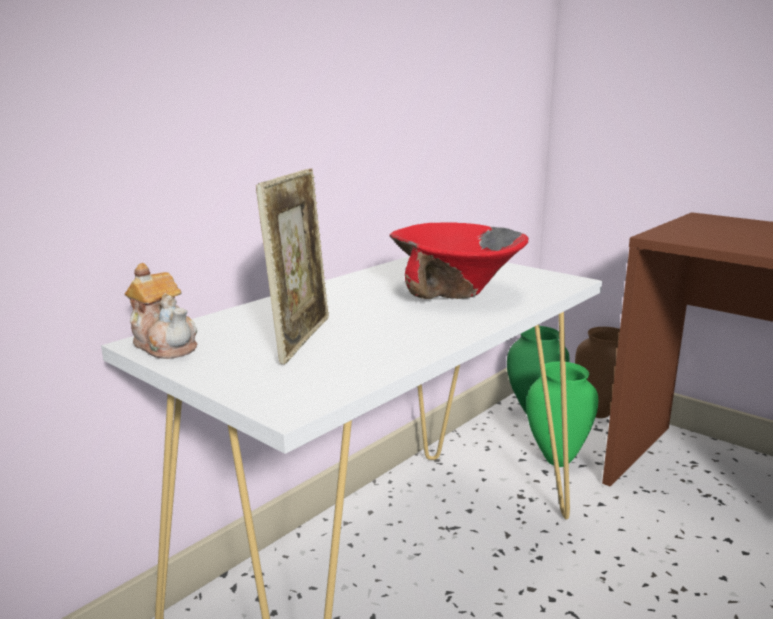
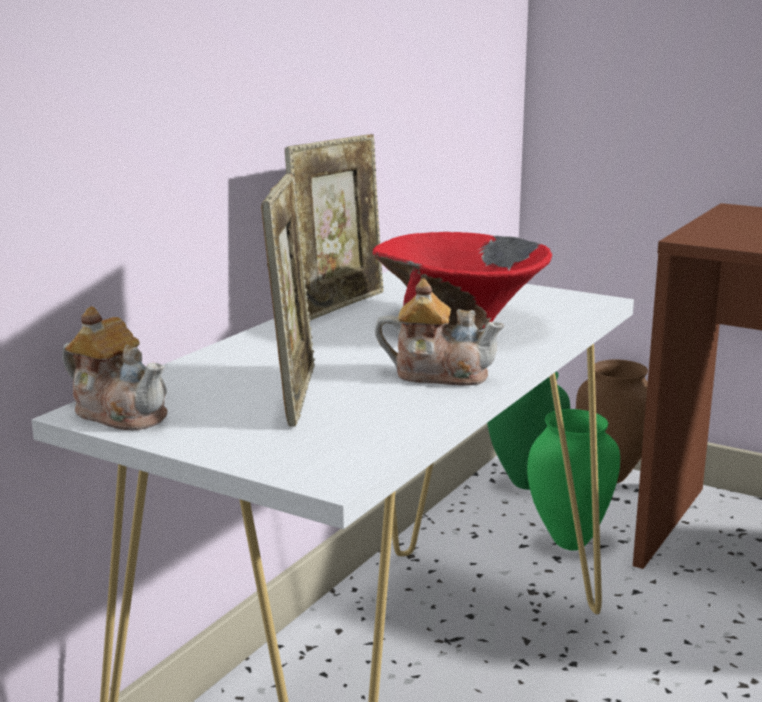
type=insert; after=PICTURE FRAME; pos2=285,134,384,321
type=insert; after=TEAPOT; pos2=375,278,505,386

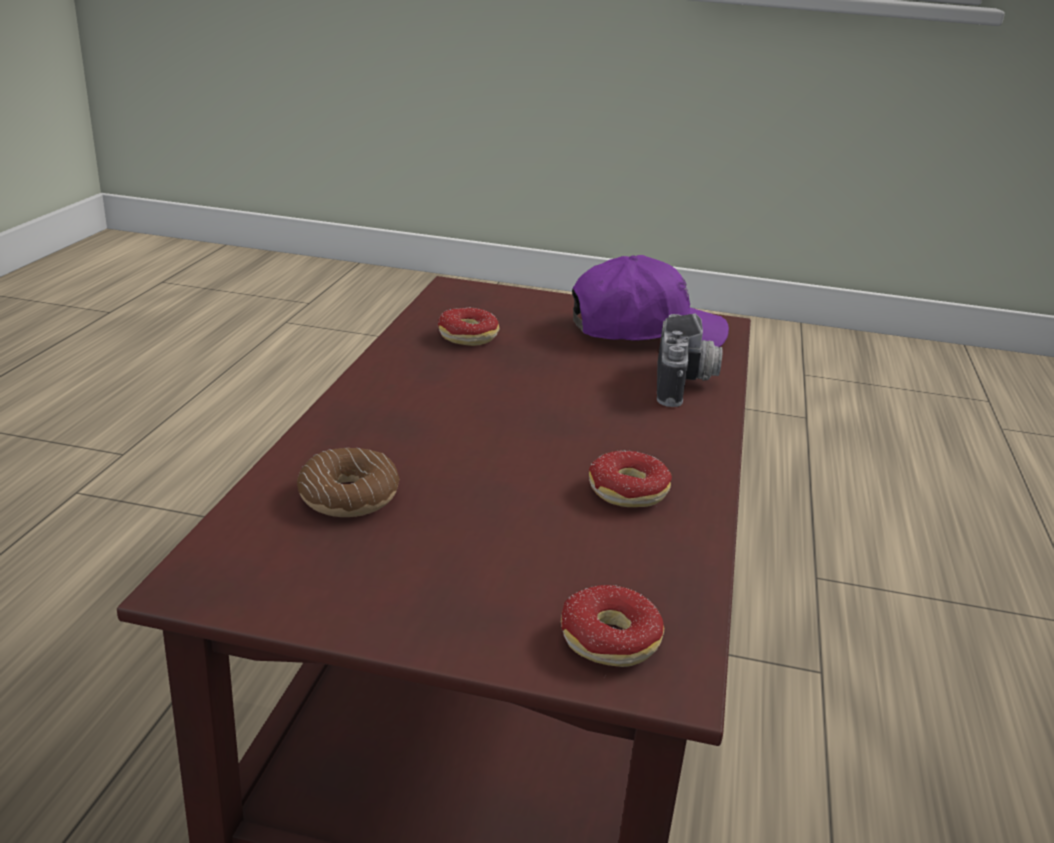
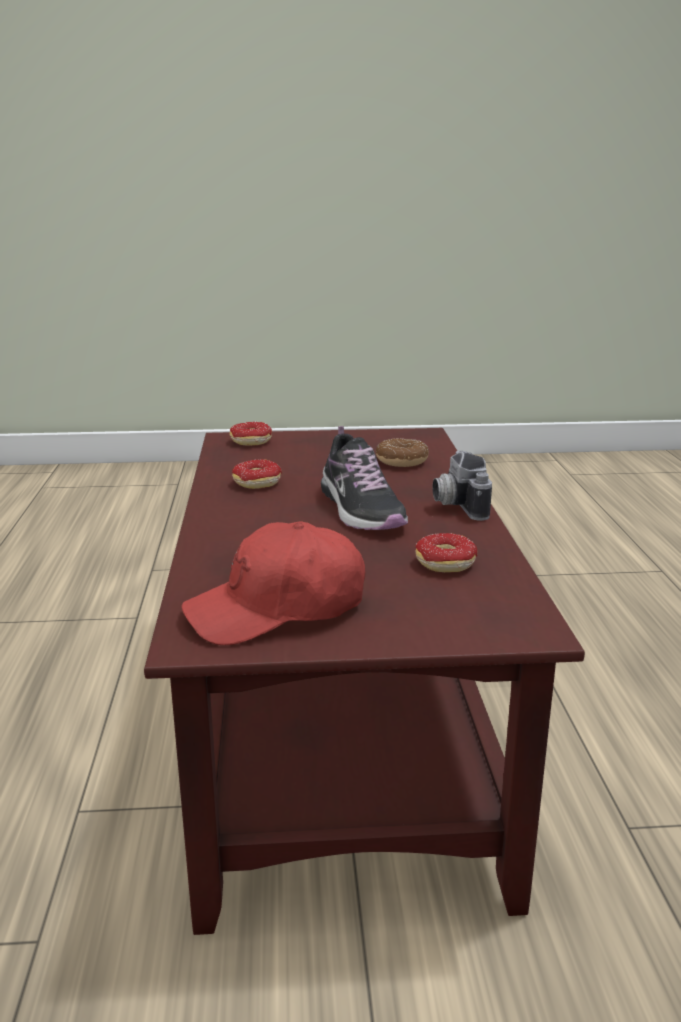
type=recolor; before=PURPLE CAP; after=RED CAP; pos1=572,255,729,347; pos2=181,522,365,645
type=move; before=PHOTO CAMERA; pos1=657,313,722,407; pos2=433,451,492,521
type=insert; after=SHOE; pos2=321,426,408,530

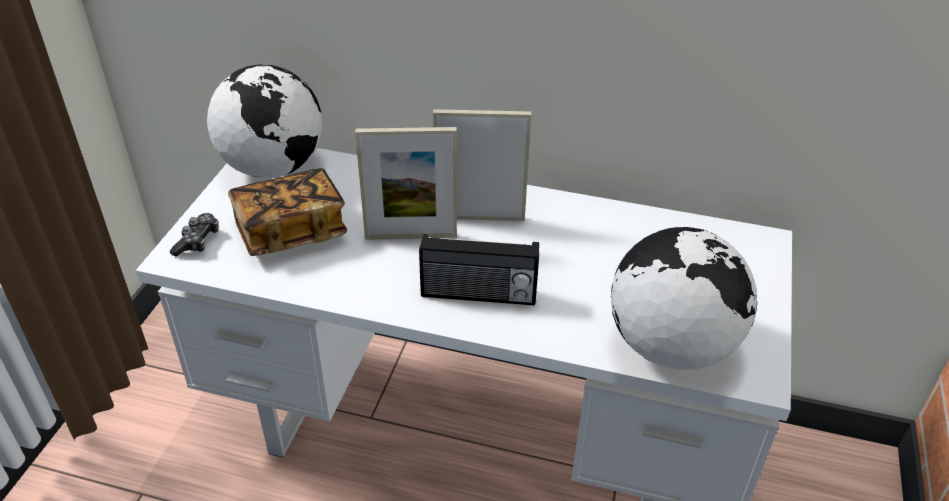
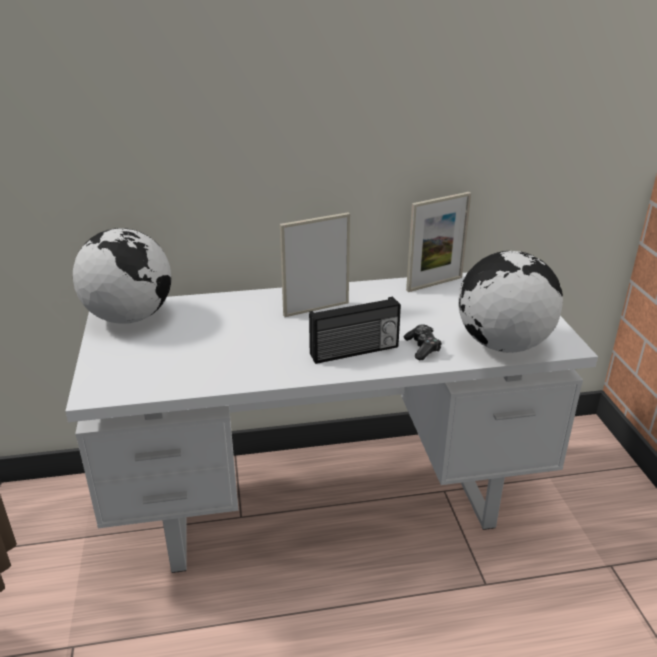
type=move; before=PICTURE FRAME; pos1=355,127,457,240; pos2=406,192,471,292
type=delete; before=BOOK; pos1=228,168,347,256
type=move; before=GAME CONTROLLER; pos1=170,213,219,257; pos2=404,324,442,360

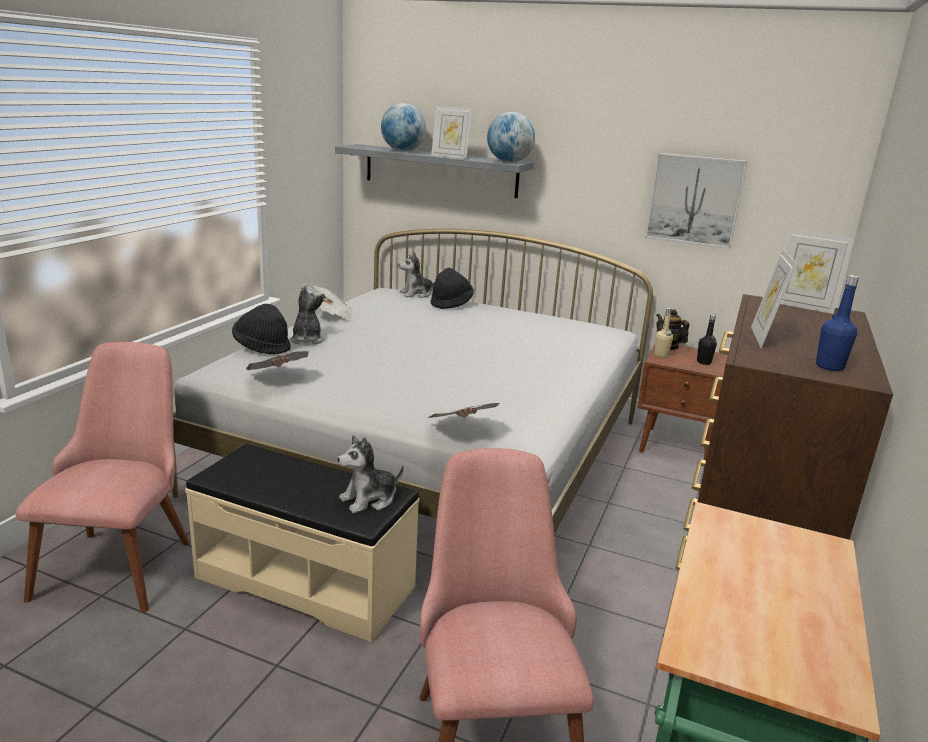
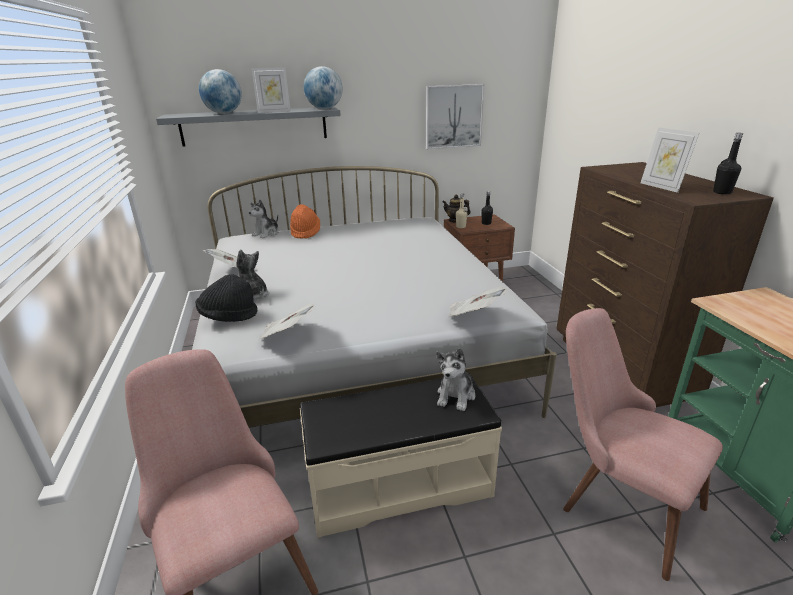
type=delete; before=PICTURE FRAME; pos1=780,229,854,314
type=recolor; before=BLACK HAT; after=ORANGE HAT; pos1=431,268,474,309; pos2=290,204,320,239
type=recolor; before=BLUE BOTTLE; after=BLACK BOTTLE; pos1=816,275,859,371; pos2=713,133,743,195

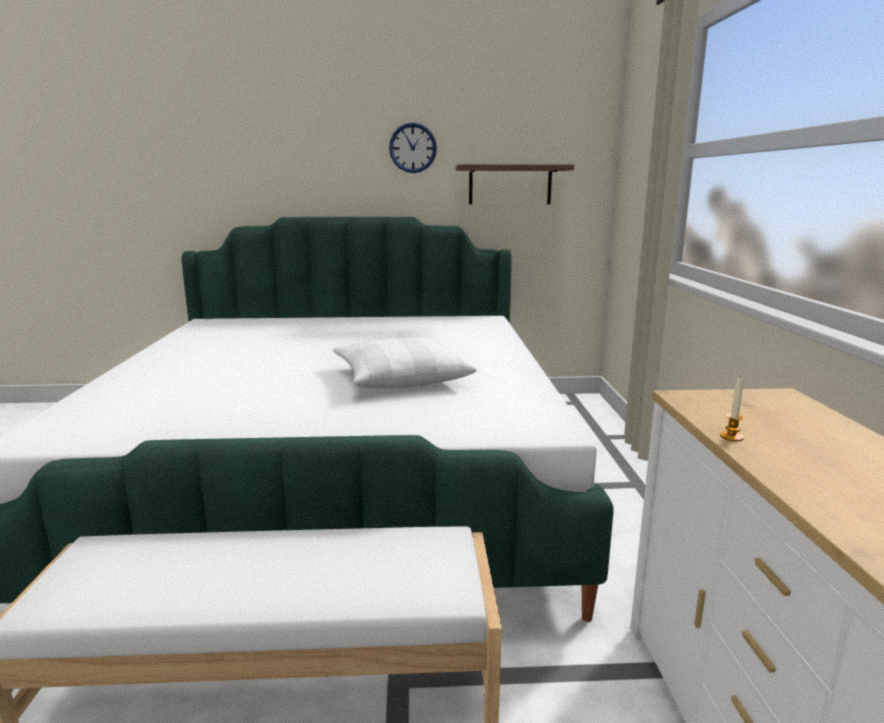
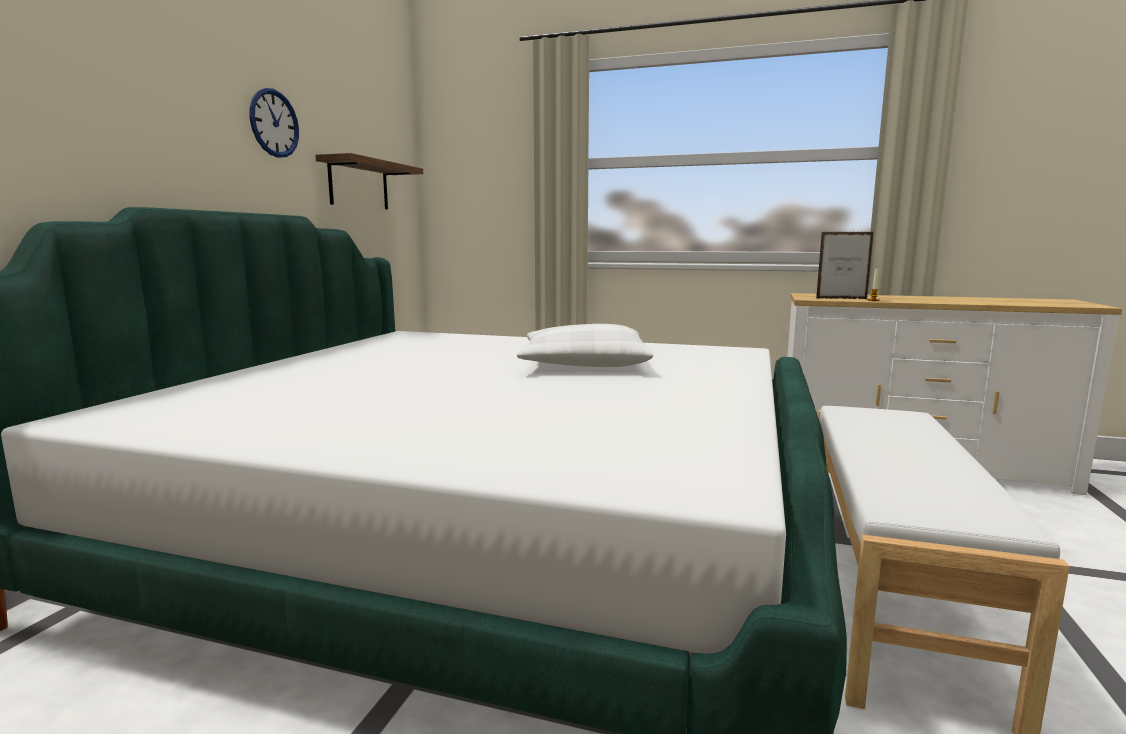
type=insert; after=PICTURE FRAME; pos2=816,232,874,299

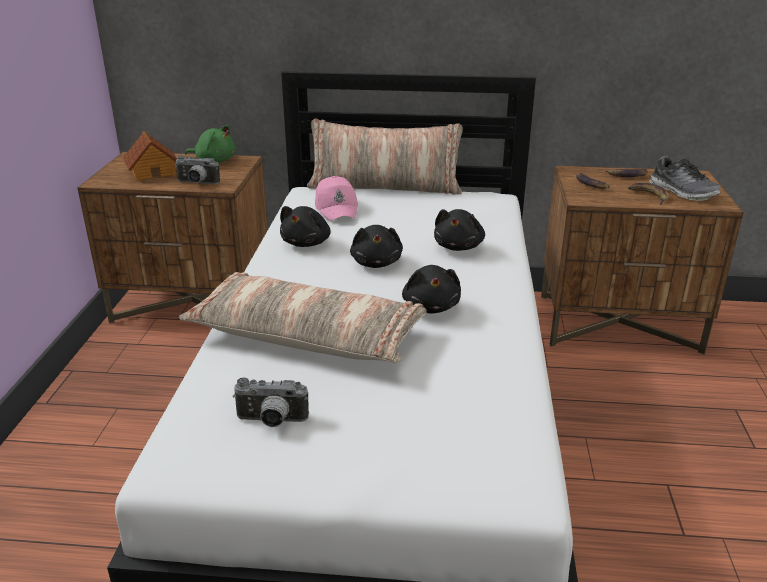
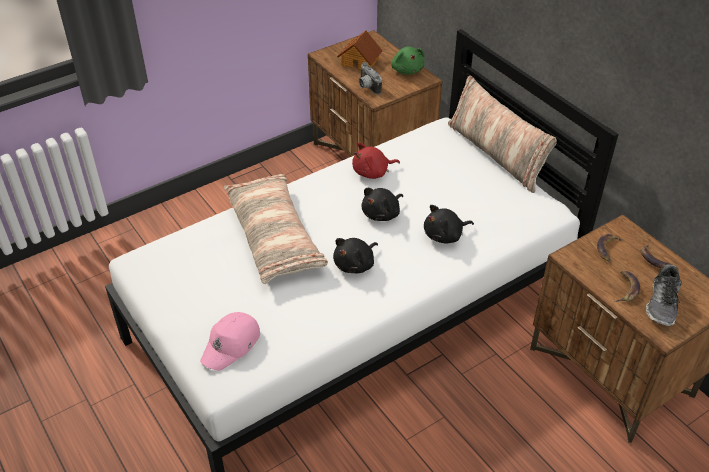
type=move; before=PINK CAP; pos1=315,176,358,221; pos2=200,312,260,371
type=recolor; before=BLACK PLUSH TOY; after=RED PLUSH TOY; pos1=280,206,331,247; pos2=352,143,400,179
type=delete; before=PHOTO CAMERA; pos1=233,377,309,427

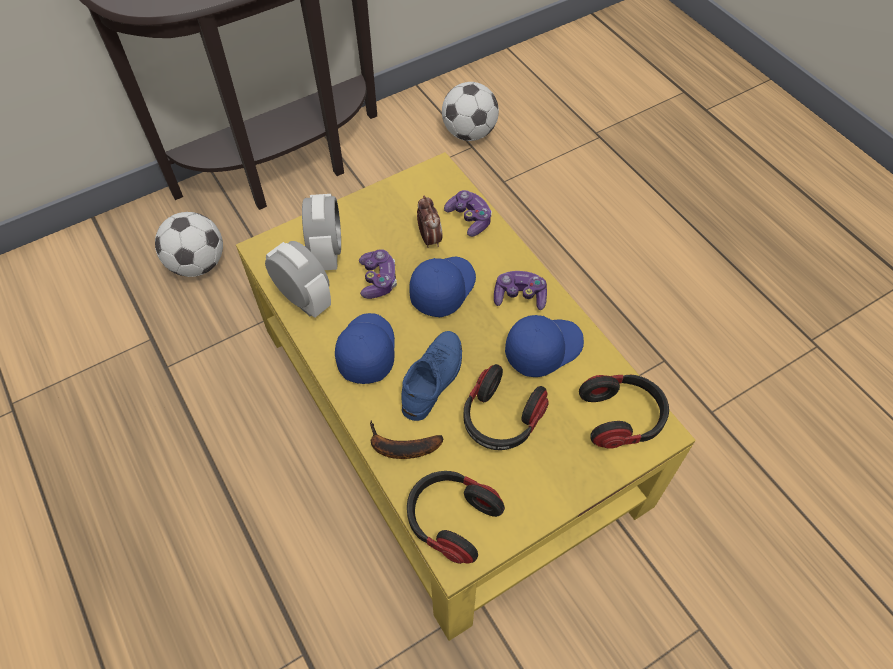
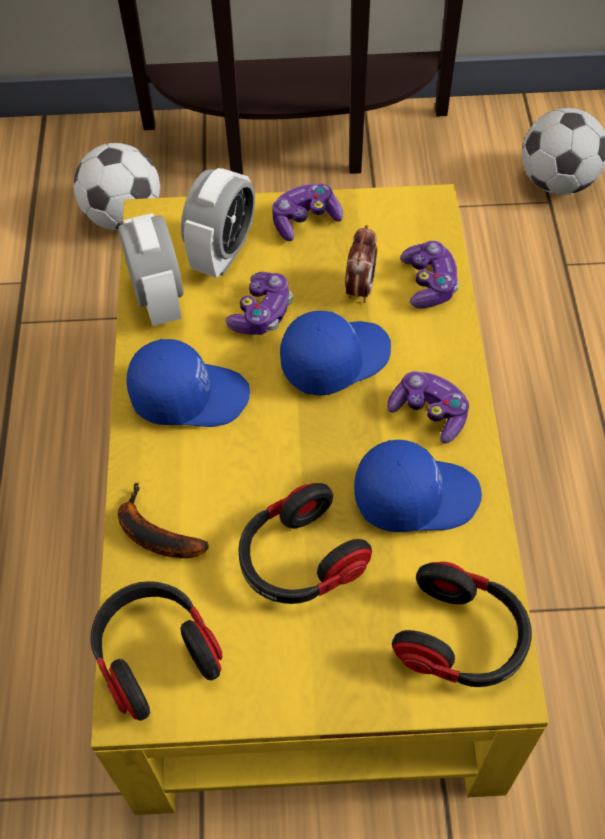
type=rotate; before=BLUE CAP; pos1=335,313,395,384; pos2=126,339,250,427; turn=60
type=delete; before=BLUE SHOE; pos1=401,331,462,421
type=insert; after=GAME CONTROLLER; pos2=272,184,343,241

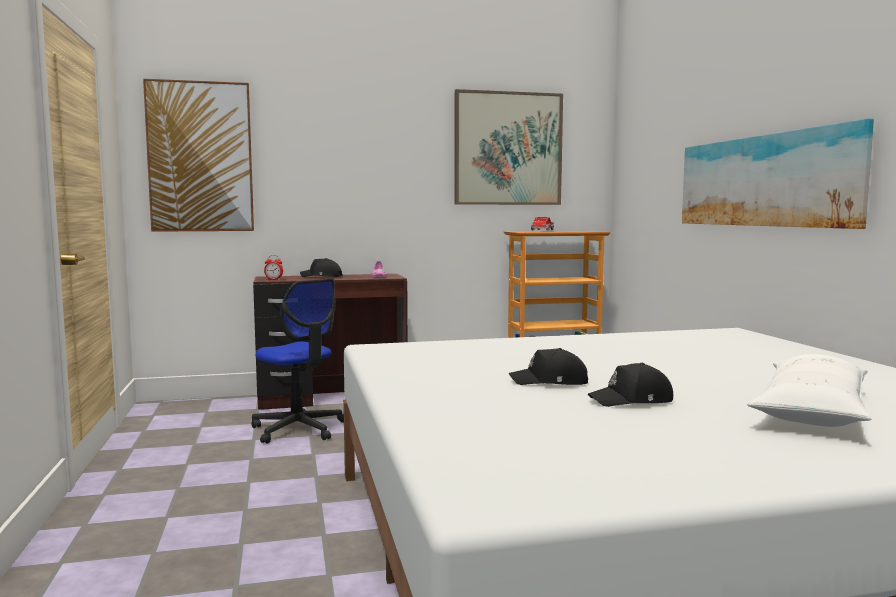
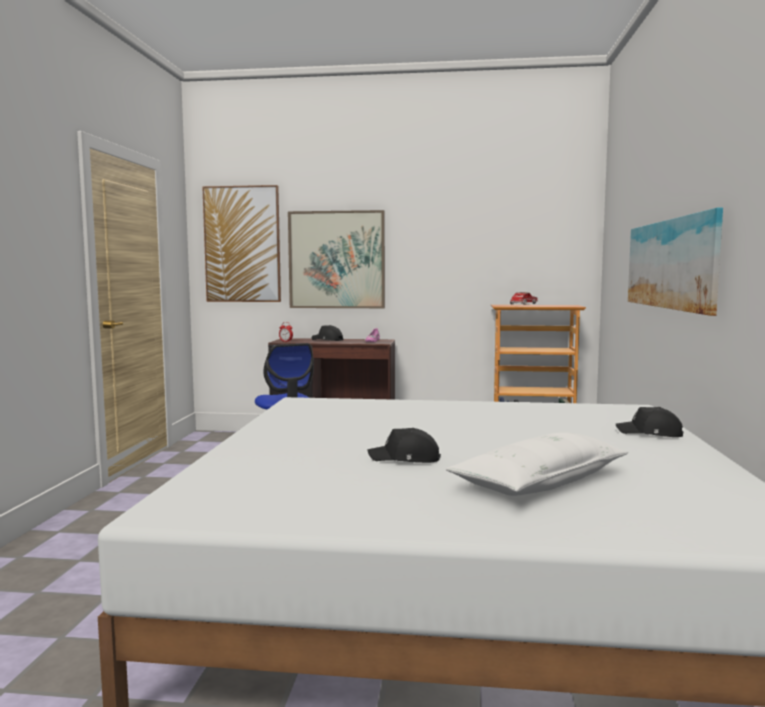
type=move; before=PICTURE; pos1=454,89,563,205; pos2=288,210,385,308
type=move; before=BLACK CAP; pos1=509,348,588,385; pos2=616,407,683,437

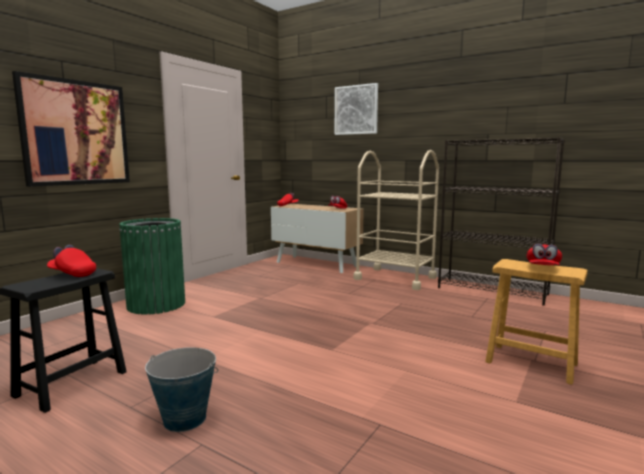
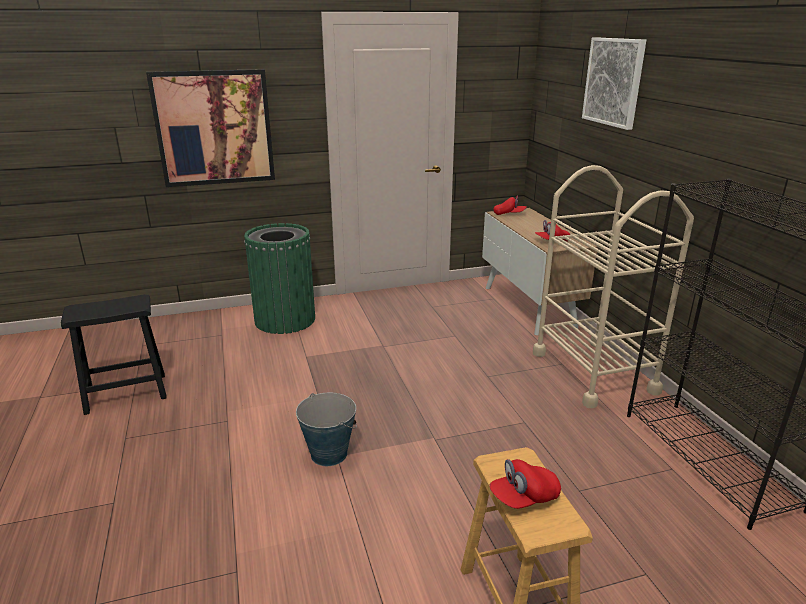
type=delete; before=RED CAP; pos1=47,245,96,277
type=move; before=BUCKET; pos1=145,347,219,432; pos2=296,393,357,466

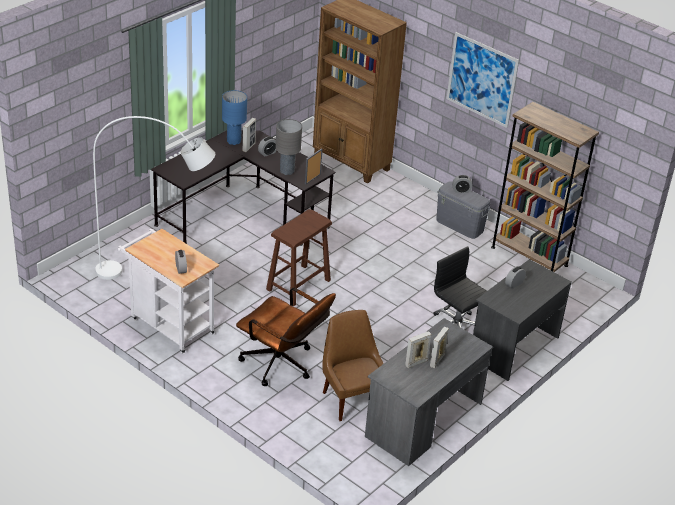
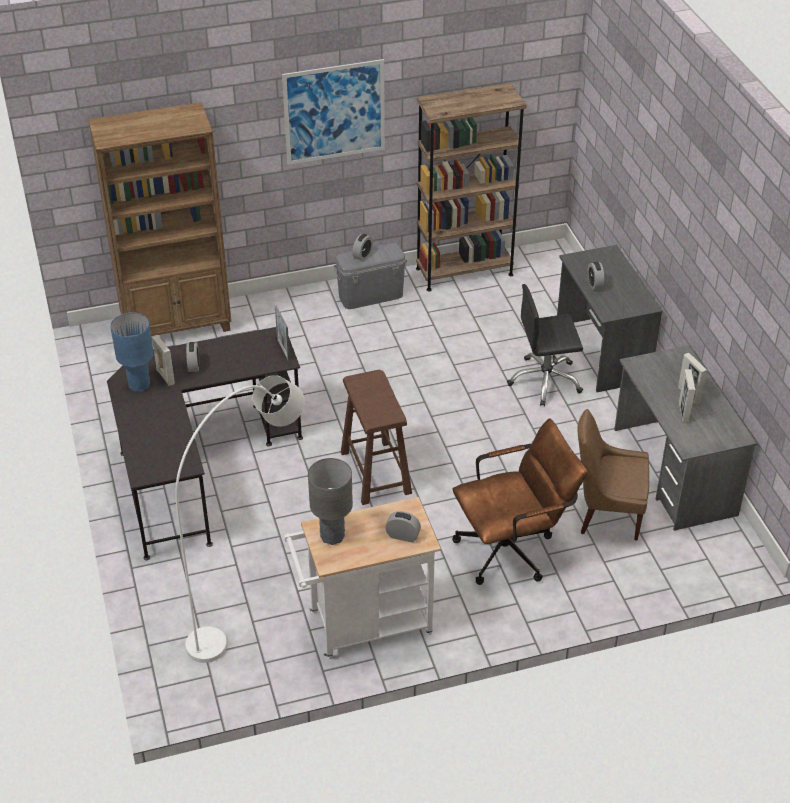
type=move; before=GREY TABLE LAMP; pos1=276,119,302,175; pos2=308,458,353,545

